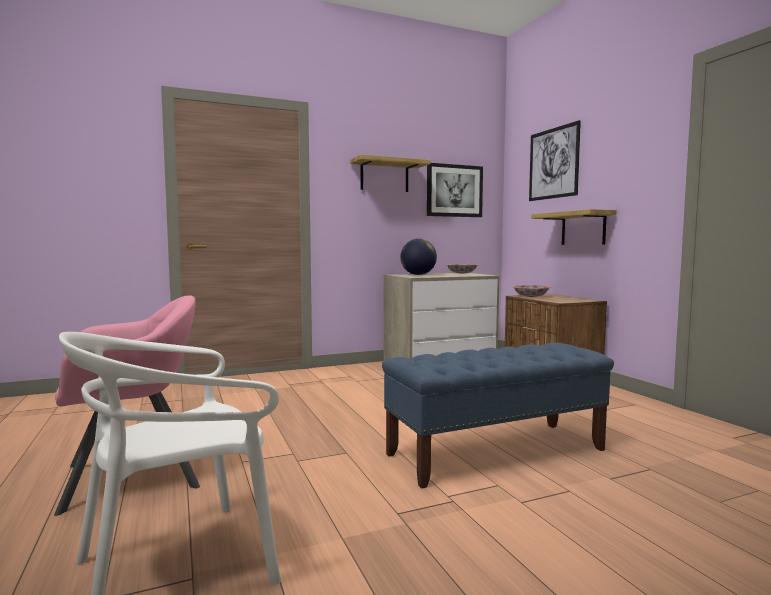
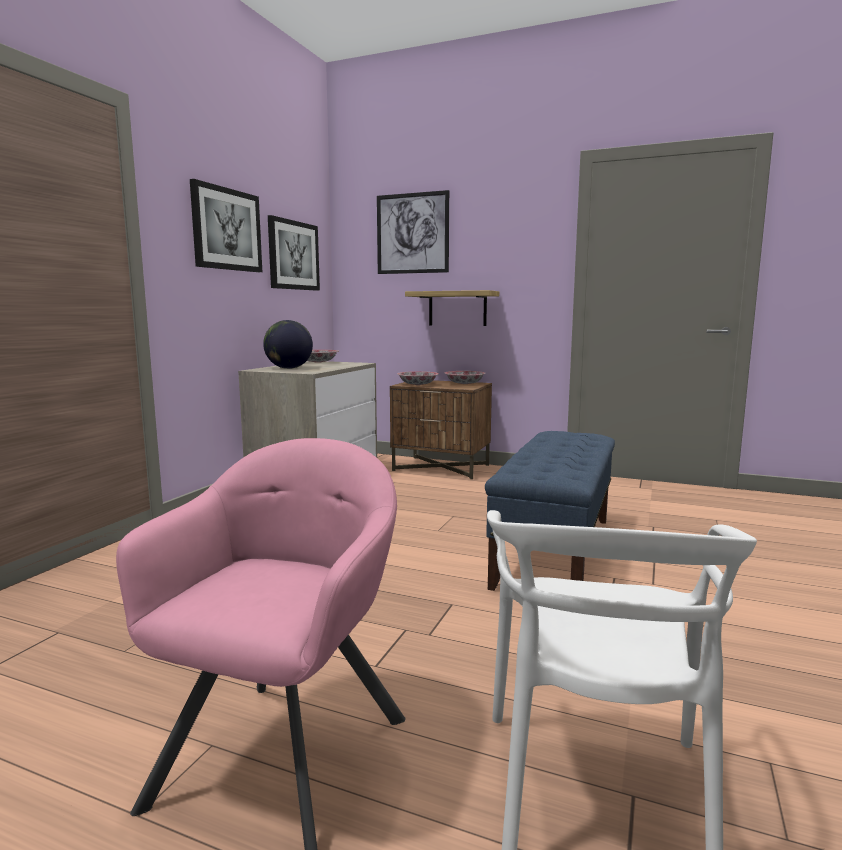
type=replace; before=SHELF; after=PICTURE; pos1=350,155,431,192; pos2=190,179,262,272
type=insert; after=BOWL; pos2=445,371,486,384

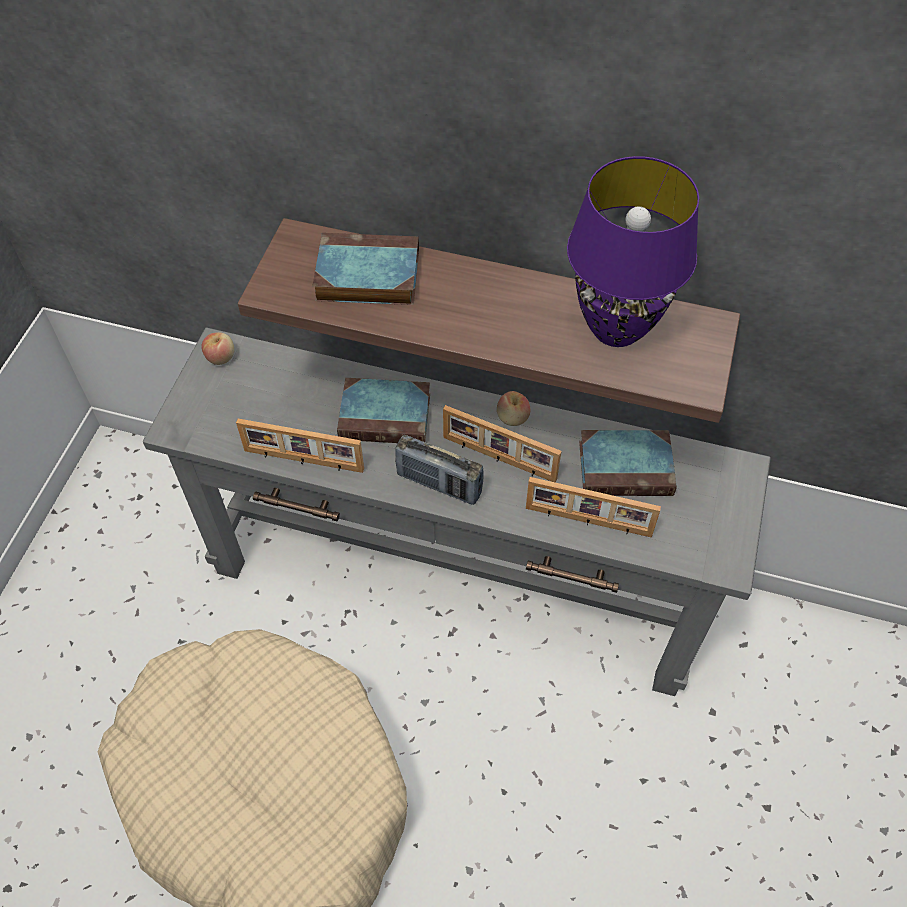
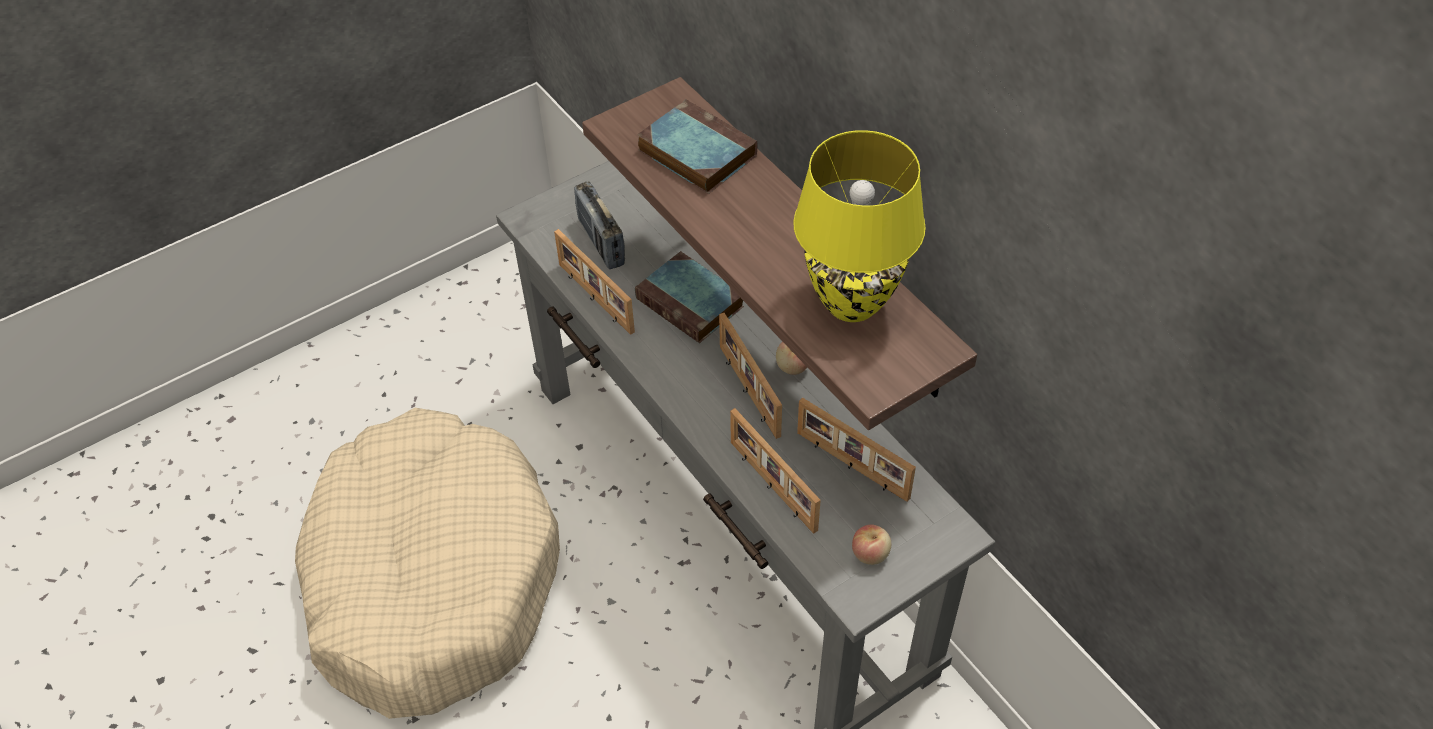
type=recolor; before=PURPLE TABLE LAMP; after=YELLOW TABLE LAMP; pos1=567,156,699,347; pos2=793,130,926,322
type=move; before=APPLE; pos1=201,332,234,365; pos2=852,524,891,565
type=replace; before=BOOK; after=PICTURE FRAME; pos1=579,430,677,496; pos2=797,397,916,502
type=move; before=RADIO; pos1=395,435,484,505; pos2=574,182,625,269

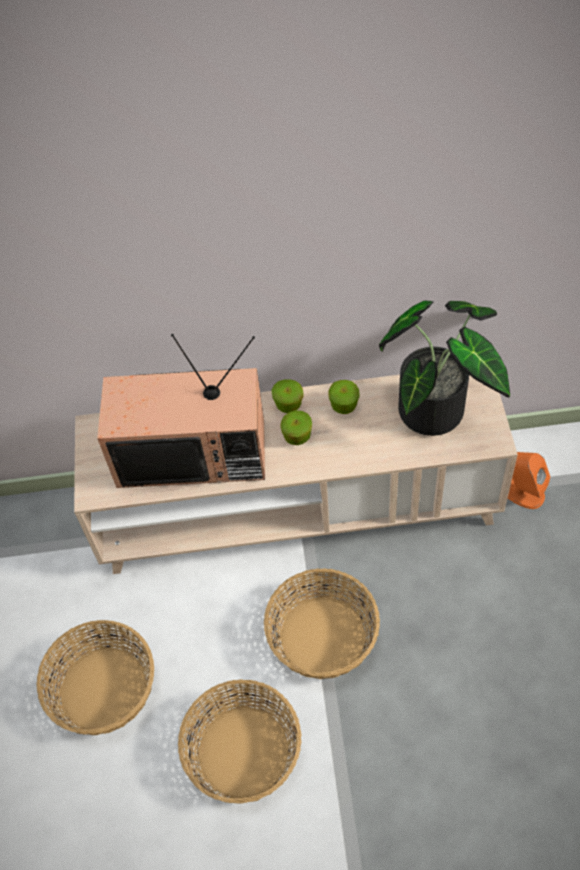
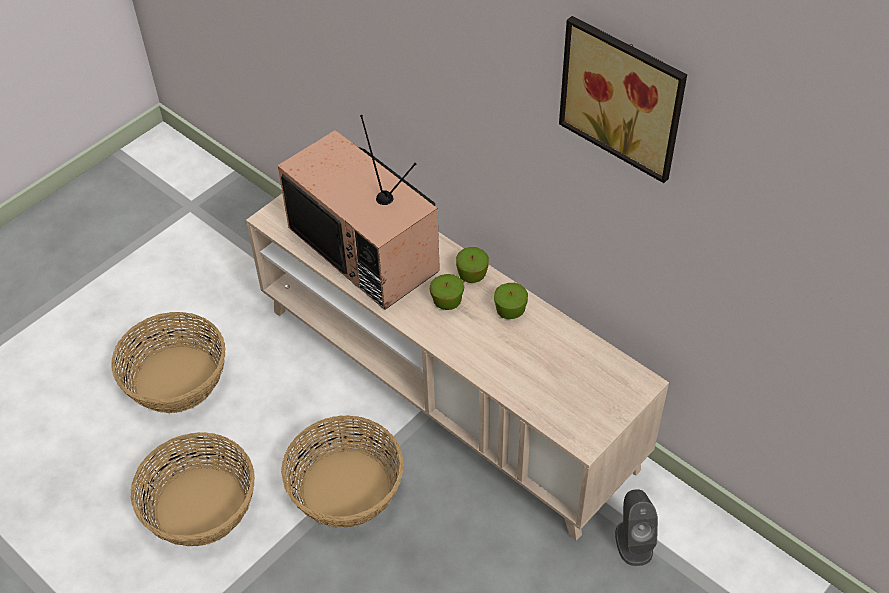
type=delete; before=POTTED PLANT; pos1=379,301,510,436
type=recolor; before=ORANGE SPEAKER; after=GREY SPEAKER; pos1=508,452,550,509; pos2=615,489,658,566
type=insert; after=PICTURE; pos2=559,16,687,183

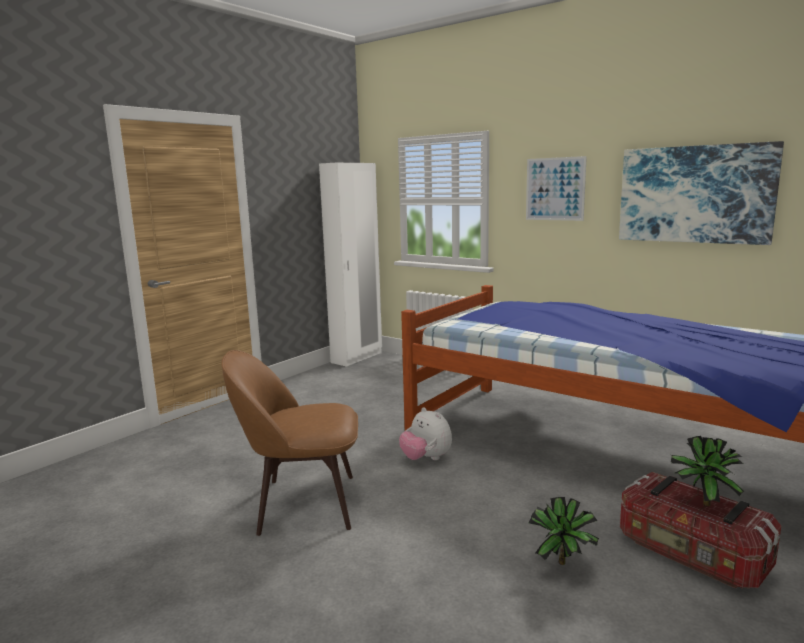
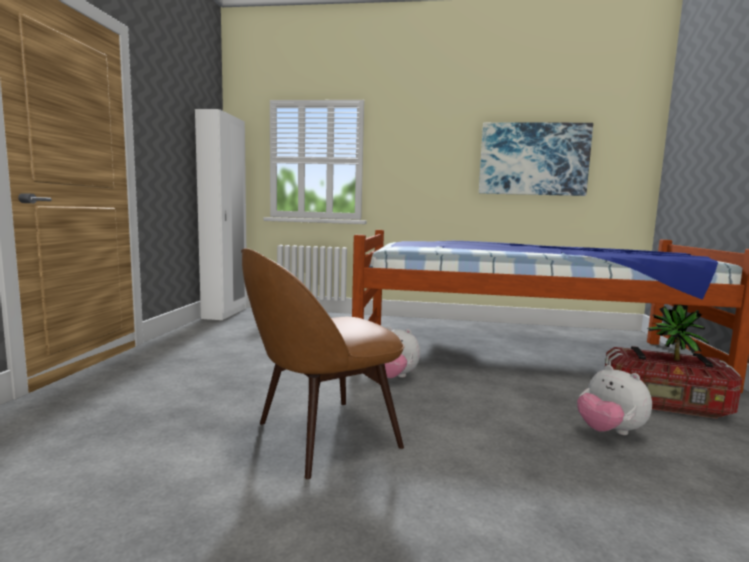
type=delete; before=PICTURE; pos1=526,156,587,221
type=replace; before=POTTED PLANT; after=PLUSH TOY; pos1=529,497,599,565; pos2=577,365,652,435

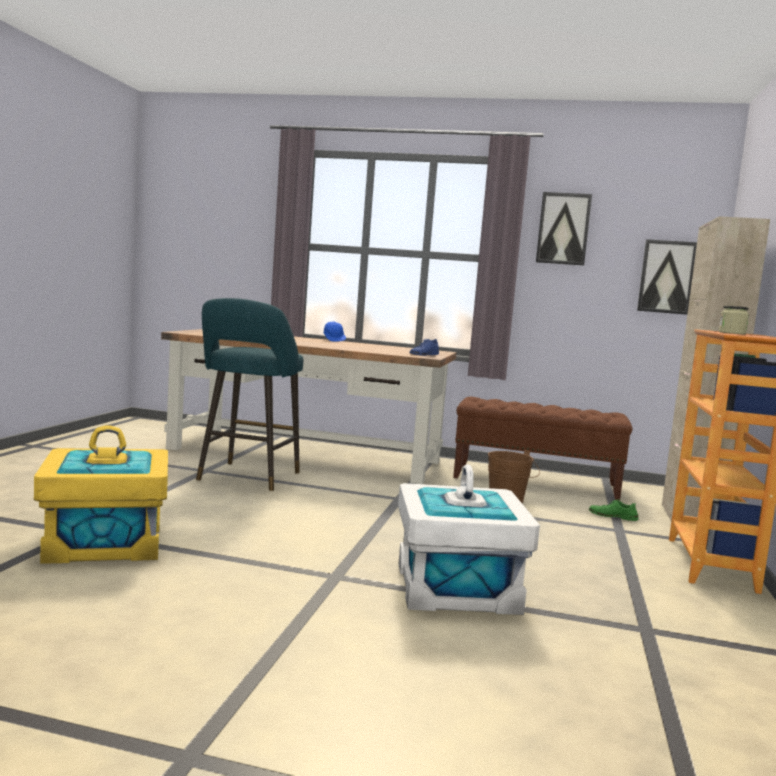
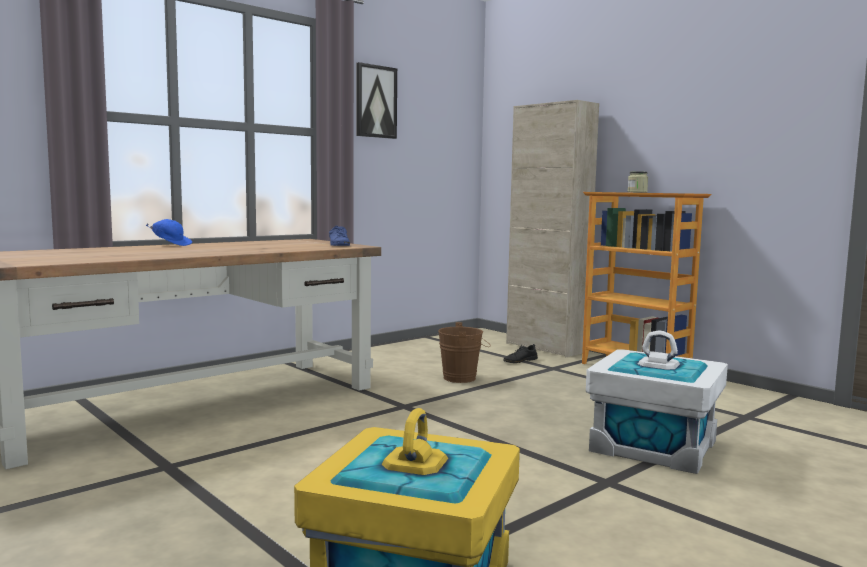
type=delete; before=PICTURE; pos1=637,239,697,315
type=delete; before=TURQUOISE STOOL; pos1=196,298,303,491
type=delete; before=BROWN BENCH; pos1=453,397,632,500
type=recolor; before=GREEN SHOE; after=BLACK SHOE; pos1=589,499,638,521; pos2=503,344,538,363

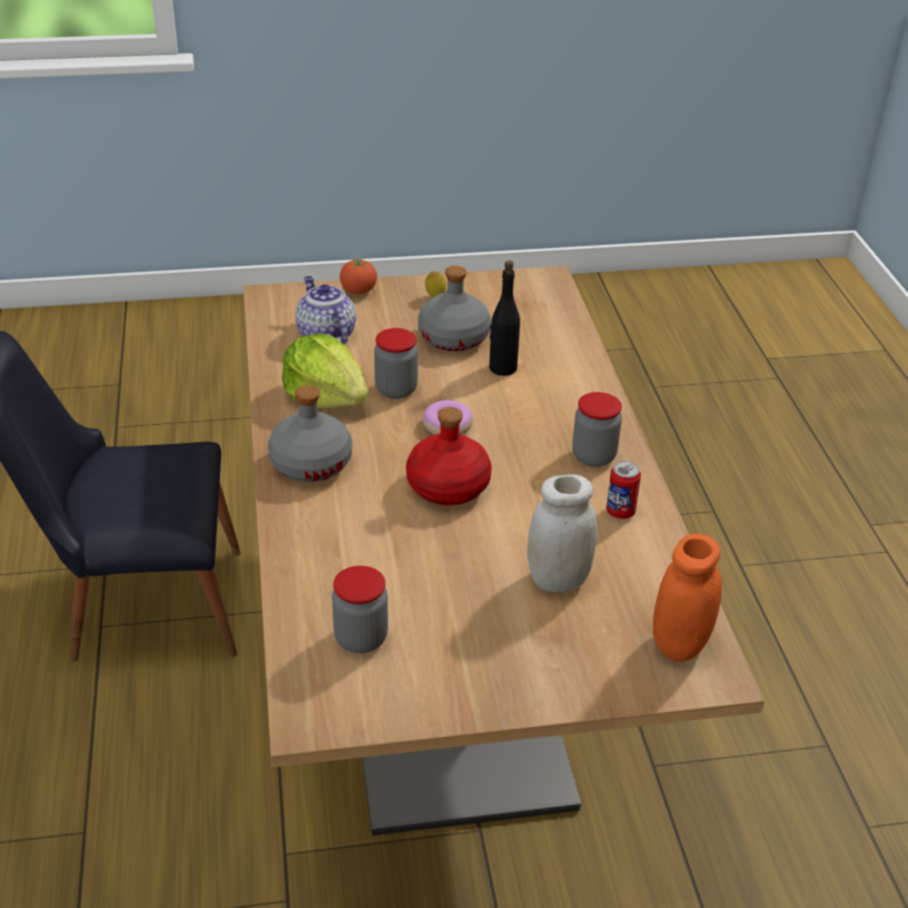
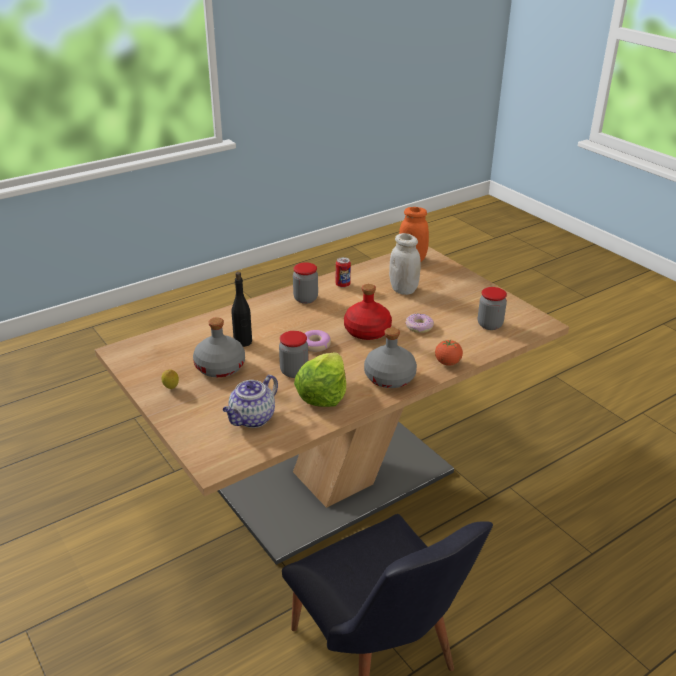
type=move; before=TOMATO; pos1=340,258,377,294; pos2=435,340,463,366
type=insert; after=DONUT; pos2=405,314,434,333

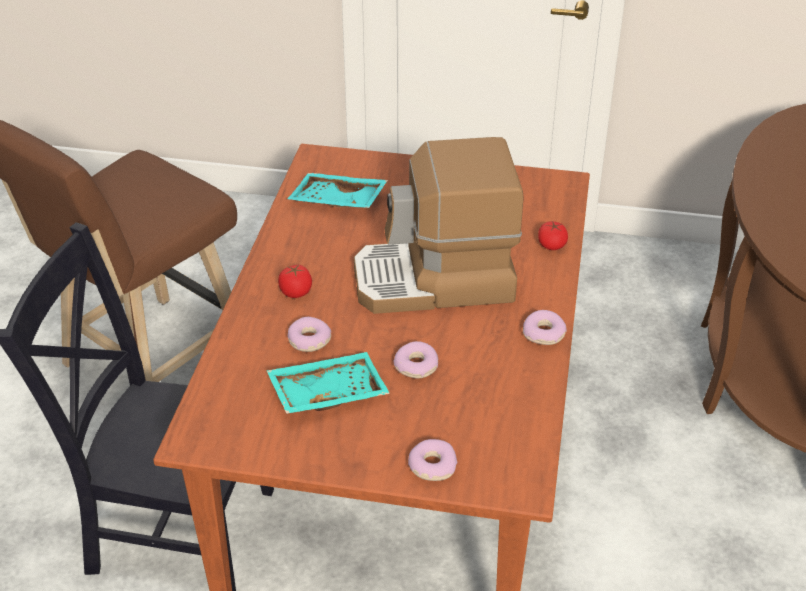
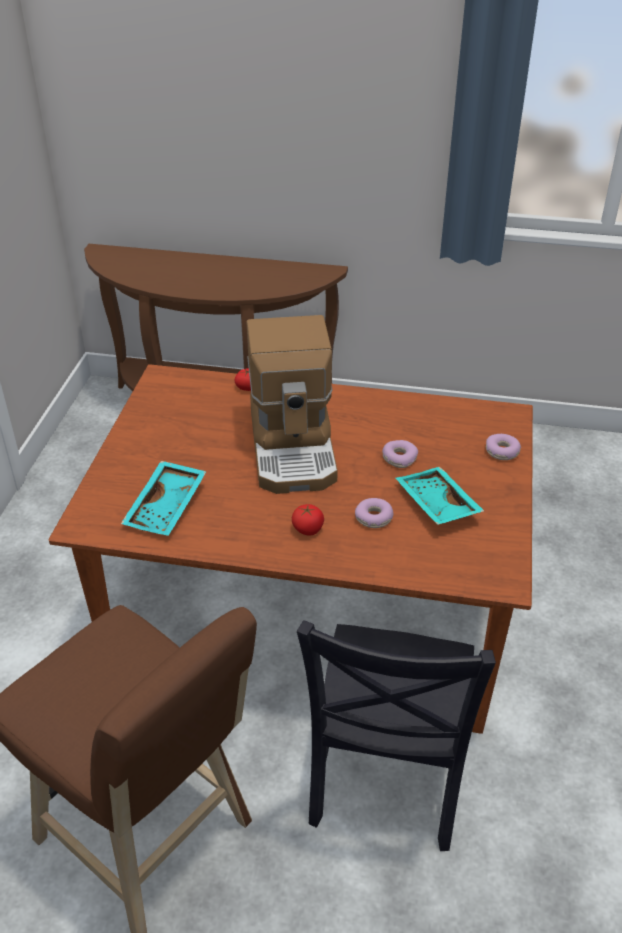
type=delete; before=DONUT; pos1=523,310,567,345

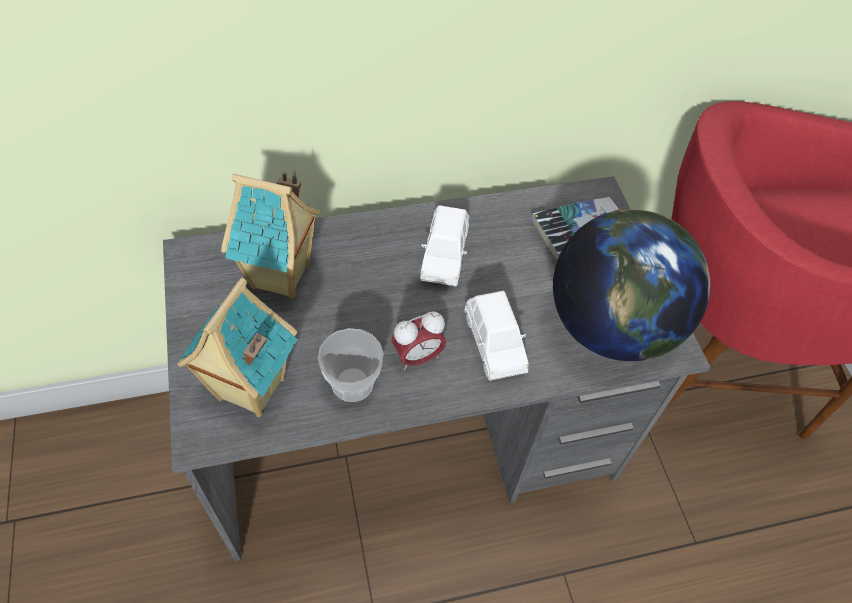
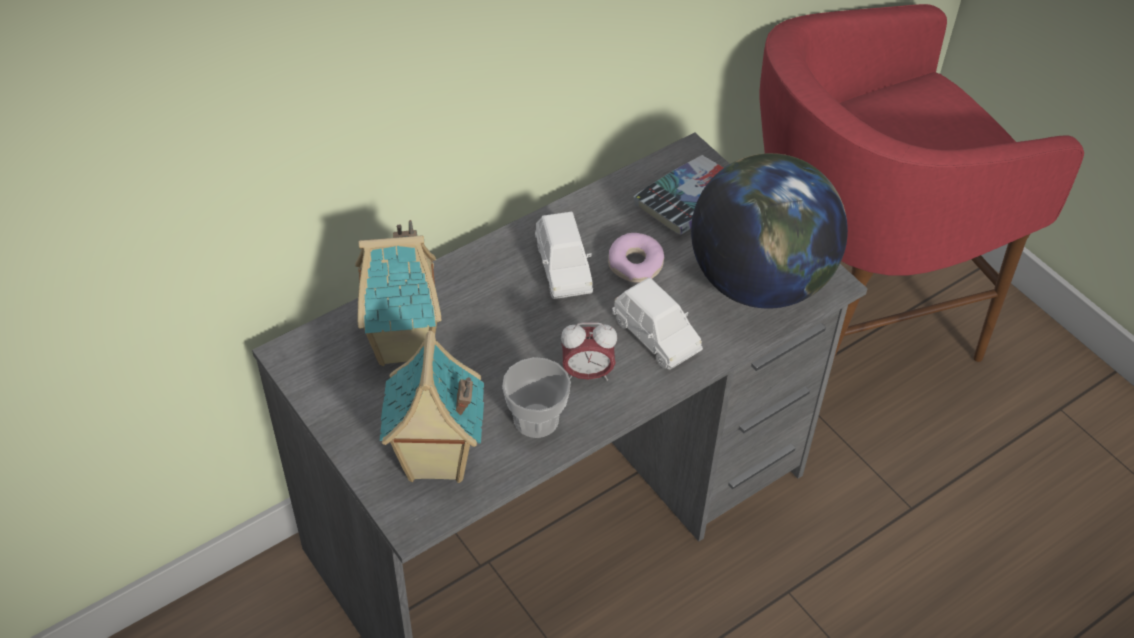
type=rotate; before=ALARM CLOCK; pos1=391,312,446,370; pos2=561,323,617,381; turn=45
type=insert; after=DONUT; pos2=608,233,664,283

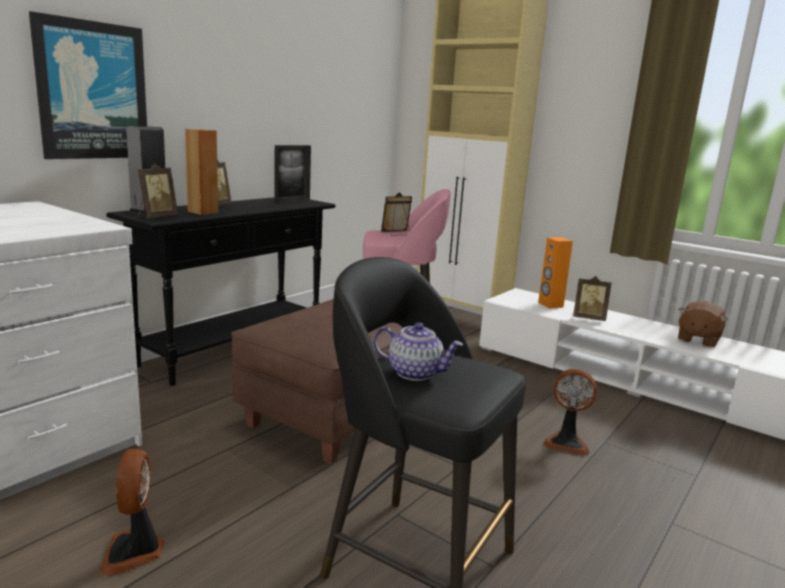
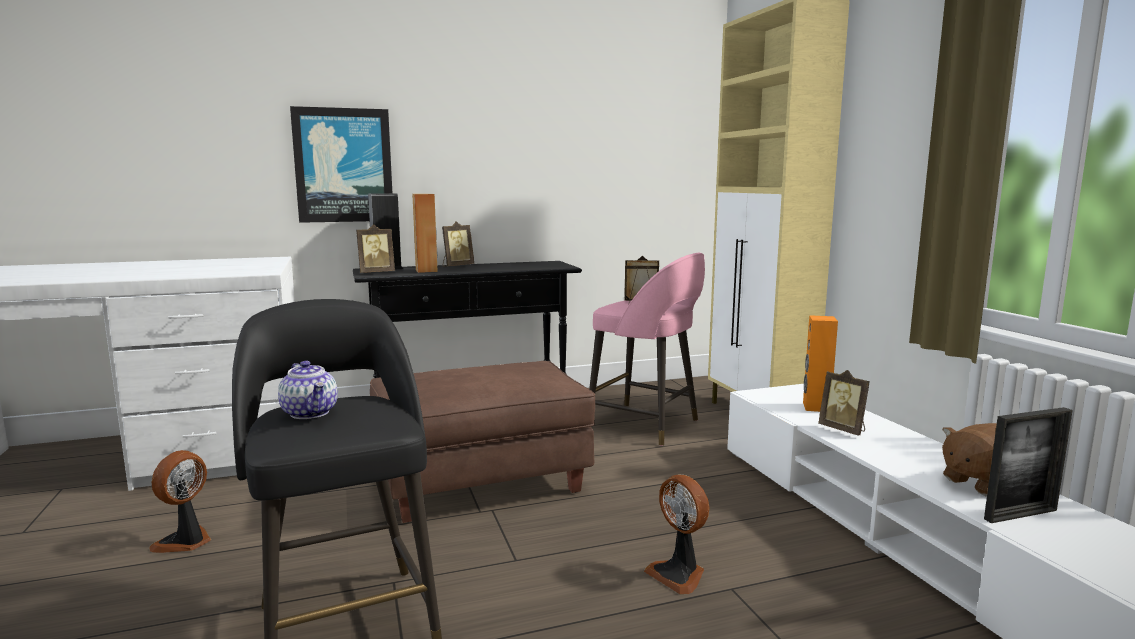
type=move; before=PICTURE FRAME; pos1=274,145,311,203; pos2=984,407,1073,523

